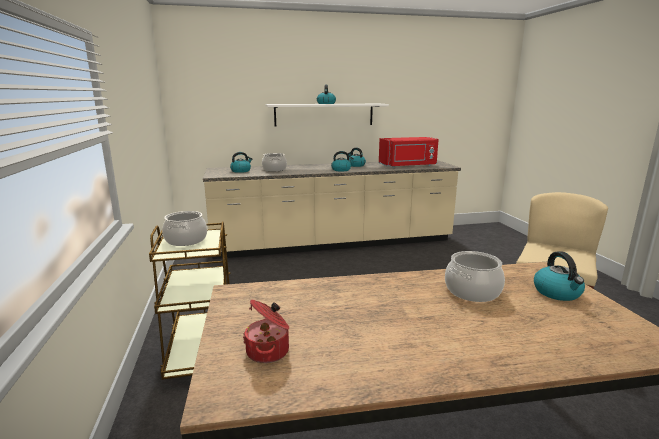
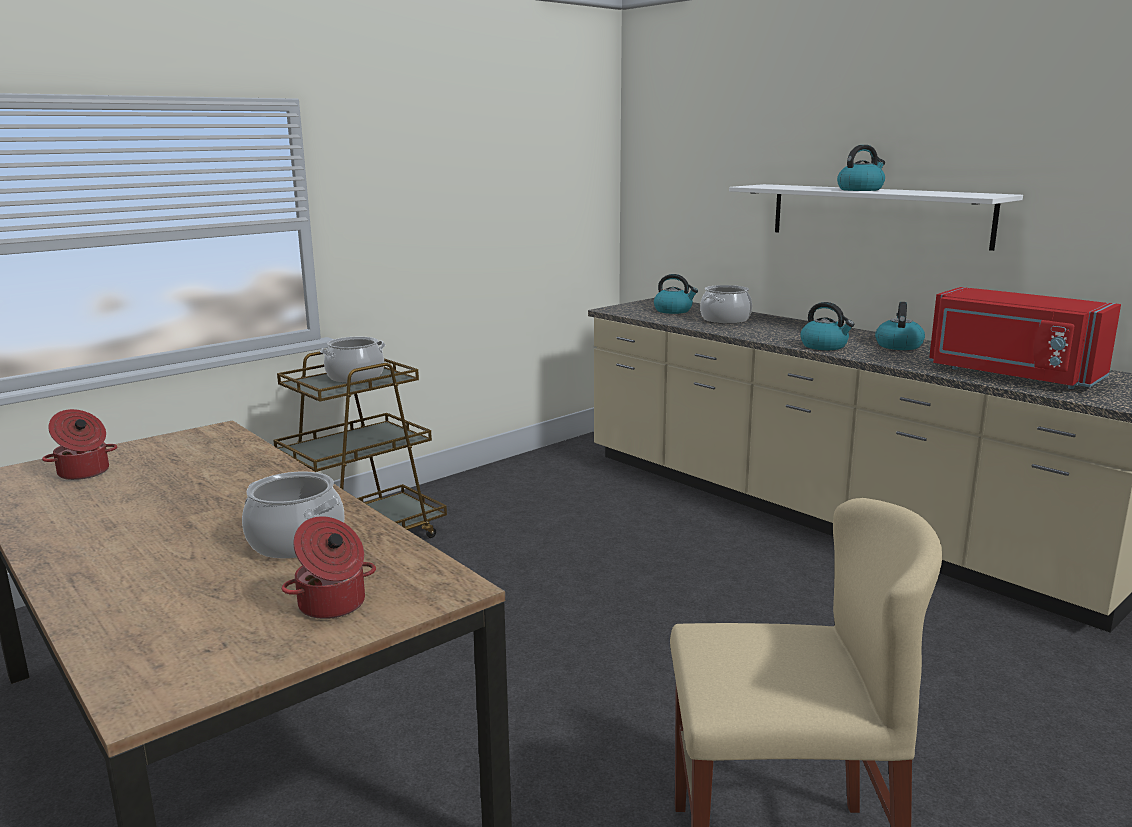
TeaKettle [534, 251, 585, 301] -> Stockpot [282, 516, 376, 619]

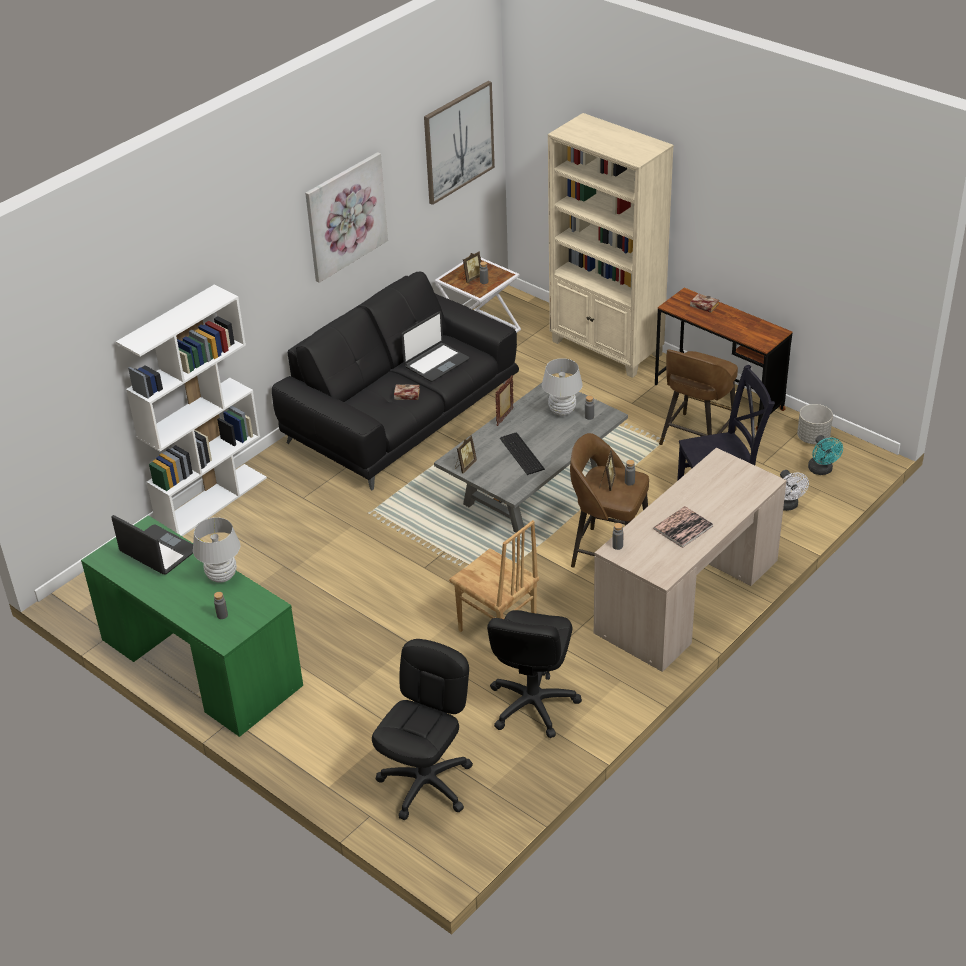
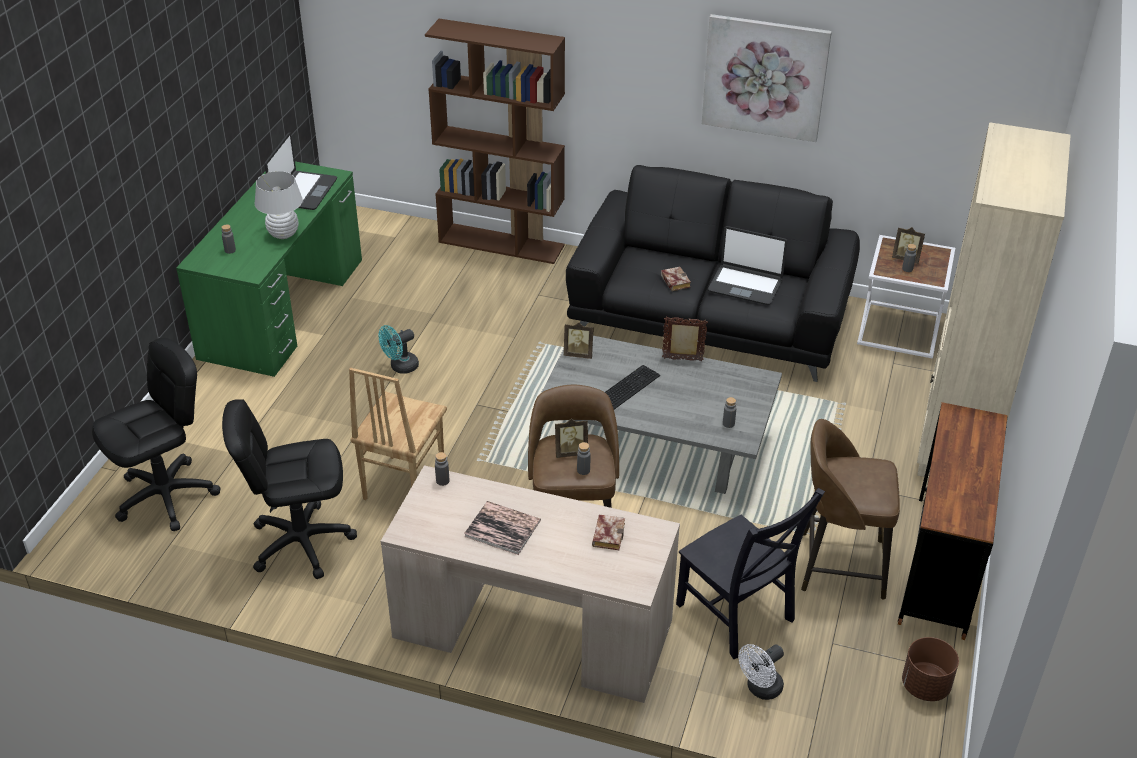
WhiteBookshelf [116, 284, 267, 536] -> BrownBookshelf [425, 19, 565, 264]
BlackDeskChair [372, 639, 473, 820] -> BlackDeskChair [92, 337, 220, 531], 45 degrees counterclockwise
WallPicture [424, 81, 495, 205] -> none
WhiteTabletopLamp [542, 358, 583, 416] -> none
BoundBook [690, 293, 719, 313] -> BoundBook [592, 515, 625, 550], move
GrayPlanter [797, 404, 833, 444] -> BrownPlanter [902, 637, 959, 701]
TurquoiseColouredCoolingFan [808, 435, 843, 475] -> TurquoiseColouredCoolingFan [378, 325, 419, 374], move

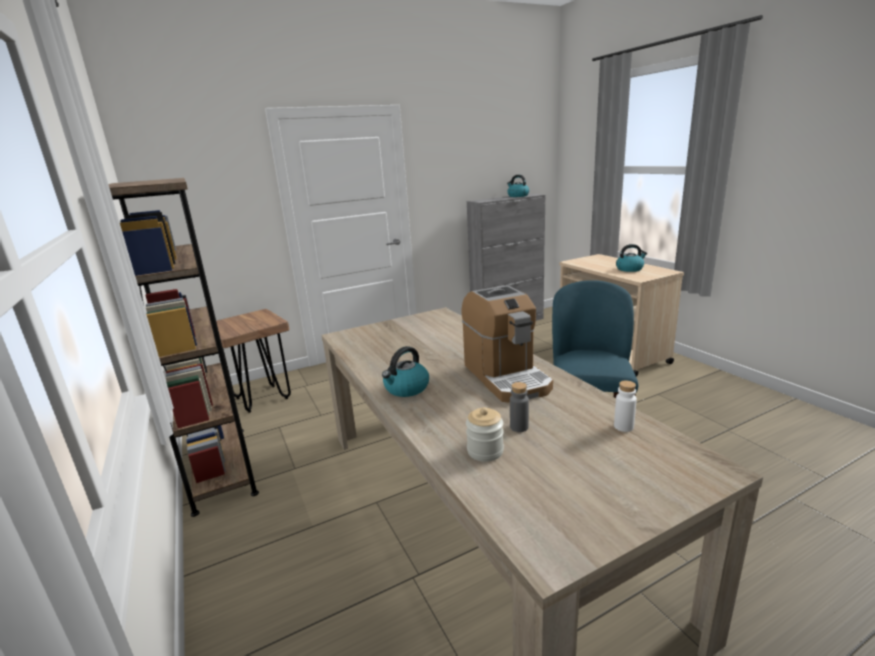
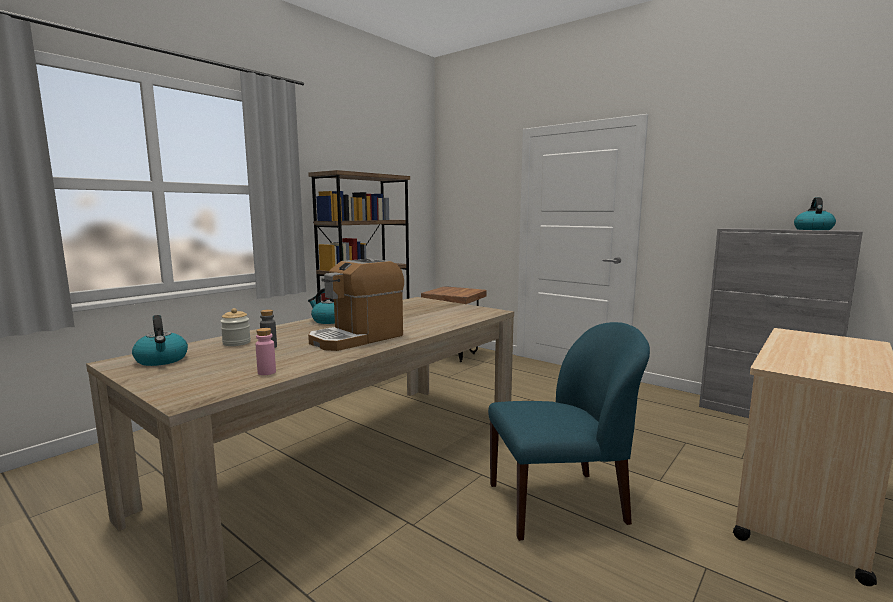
WhiteDrinkBottle [614, 381, 637, 432] -> PinkishDrinkBottle [256, 328, 276, 375]
TeaKettle [616, 244, 647, 272] -> TeaKettle [132, 315, 188, 366], move

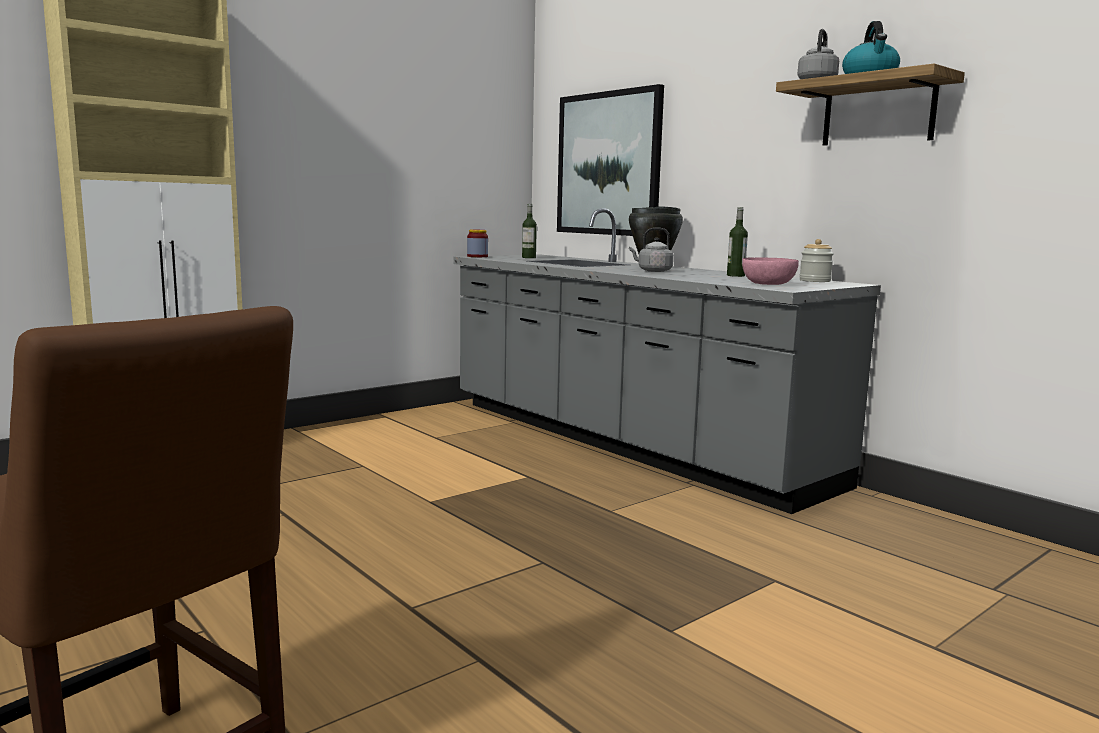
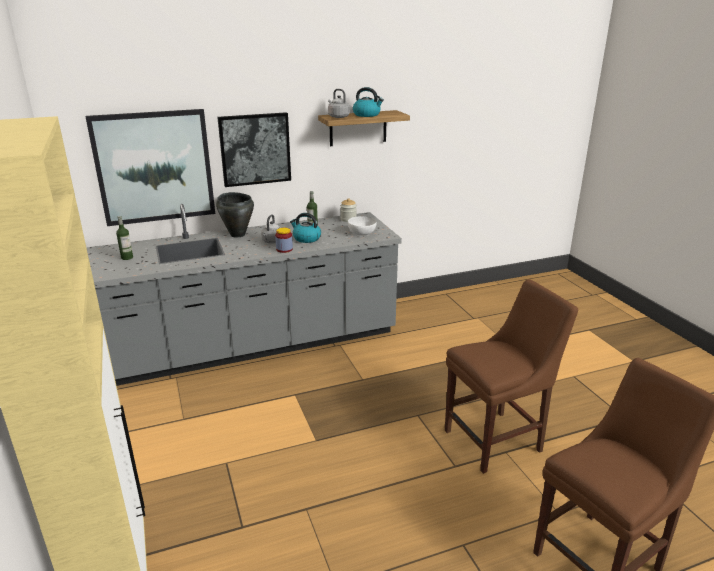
PreserveJar [467, 230, 488, 257] -> PreserveJar [275, 228, 293, 253], move
PinkishBowl [742, 257, 799, 285] -> WhiteBowl [348, 216, 377, 236]
none -> WallPicture [217, 112, 291, 187]
none -> TeaKettle [290, 213, 321, 243]
none -> BrownPlainChair [445, 279, 578, 474]

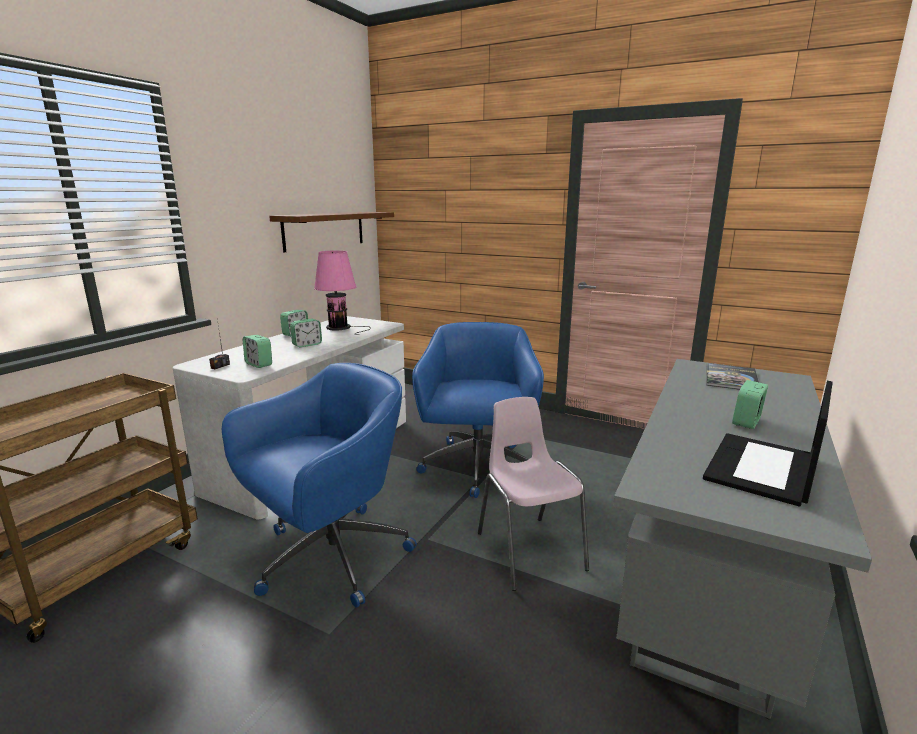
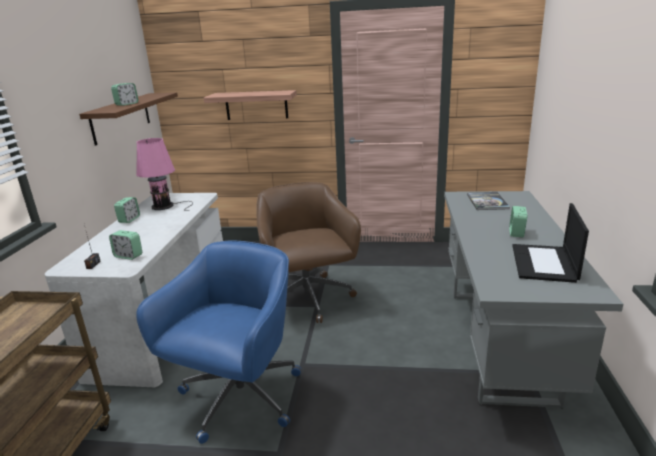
BedsideClock [290, 319, 322, 347] -> BedsideClock [111, 83, 138, 106], move
BlueDeskChair [412, 322, 544, 498] -> BrownDeskChair [257, 182, 361, 323]
PinkishPlainChair [478, 397, 589, 591] -> none
none -> BracketShelf [204, 90, 297, 120]

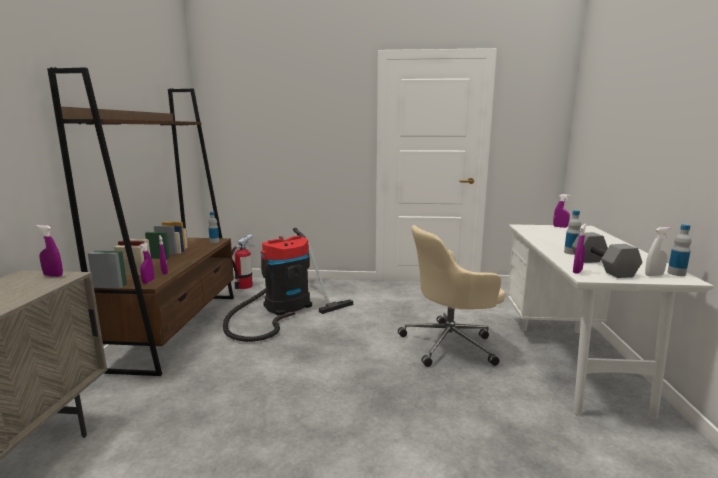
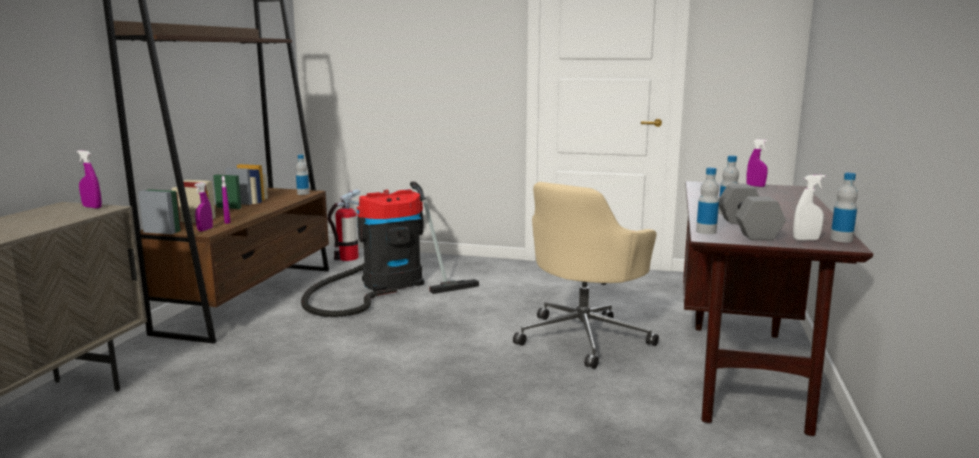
SandColouredDeskChair [398, 225, 505, 367] -> SandColouredDeskChair [513, 182, 659, 369], 45 degrees counterclockwise
WhiteDeskTable [507, 224, 714, 419] -> BrownDeskTable [683, 181, 873, 436]
PurpleSprayBottle [573, 224, 587, 274] -> DrinkBottle [696, 167, 719, 234]

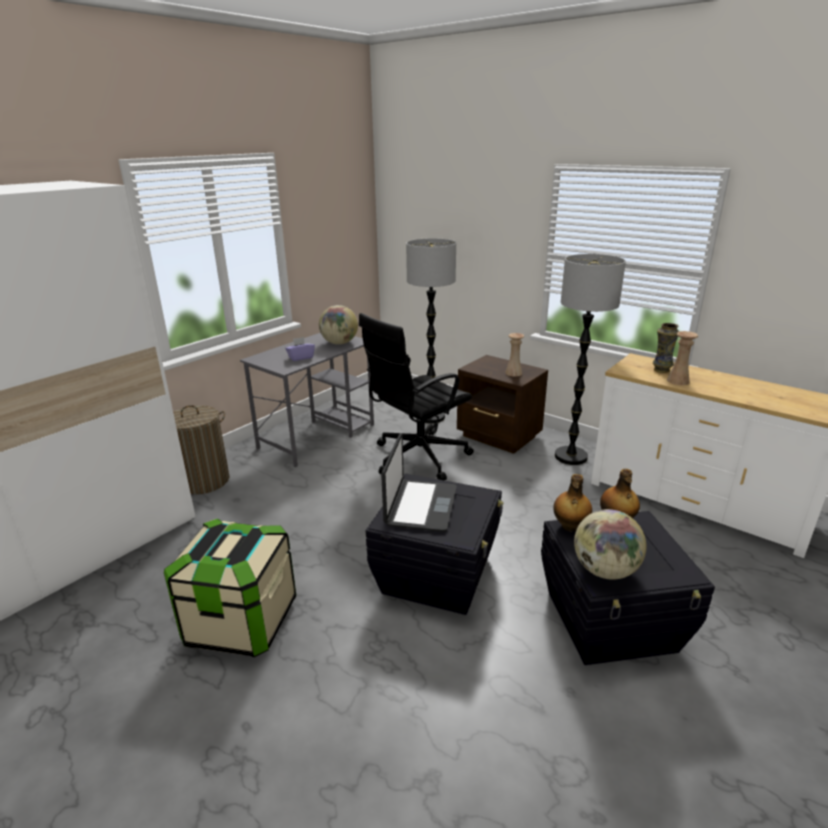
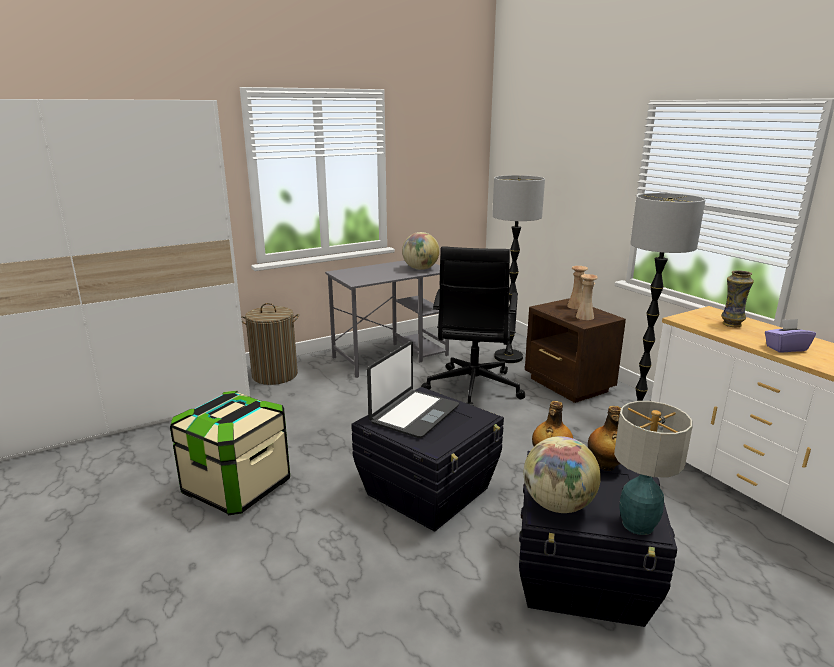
PurpleTissueHolder [286, 337, 315, 361] -> PurpleTissueHolder [765, 319, 816, 352], move
BlackDeskChair [359, 313, 474, 481] -> BlackDeskChair [421, 246, 525, 406], 60 degrees counterclockwise
SandColouredVase [667, 331, 698, 385] -> SandColouredVase [567, 266, 588, 309], move
none -> TabletopLamp [614, 401, 692, 535]

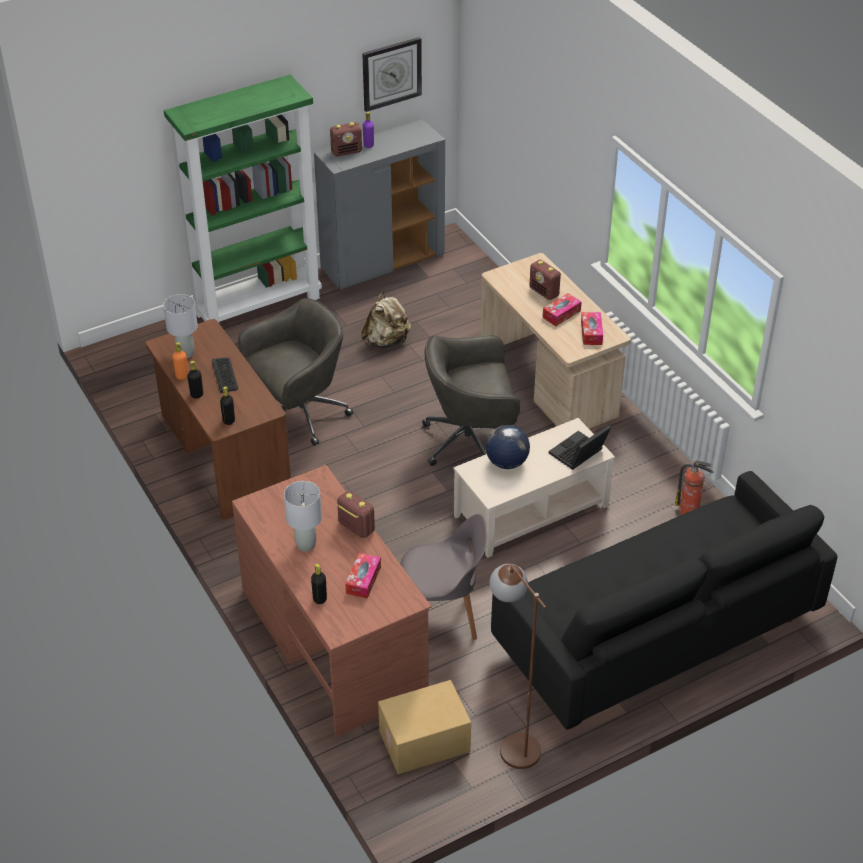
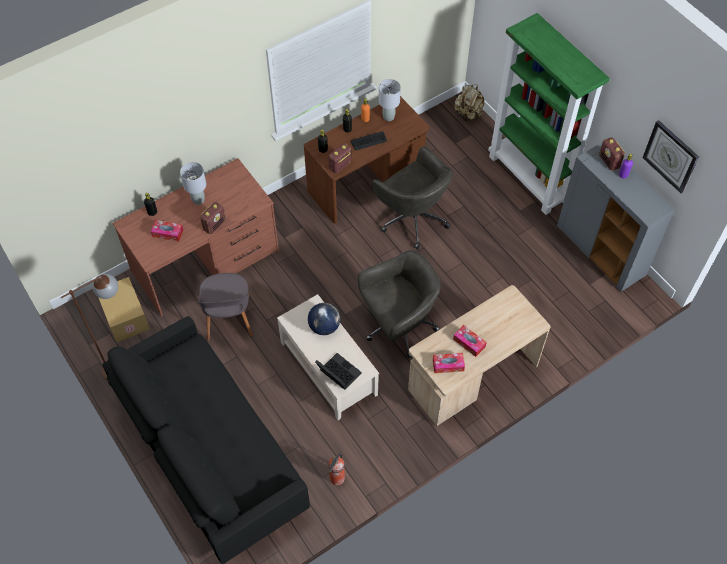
SandColouredBackpack [361, 292, 411, 348] -> SandColouredBackpack [454, 84, 484, 122], move
GrayDeskChair [422, 335, 520, 466] -> GrayDeskChair [358, 250, 440, 358], 75 degrees clockwise
Radio [529, 260, 561, 300] -> Radio [329, 143, 352, 173], move

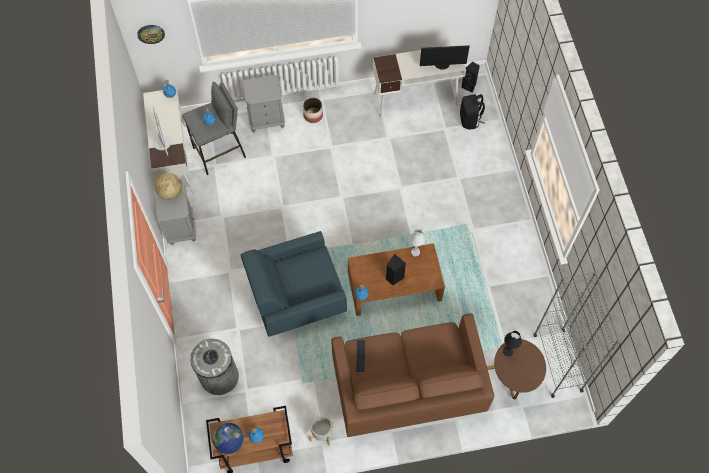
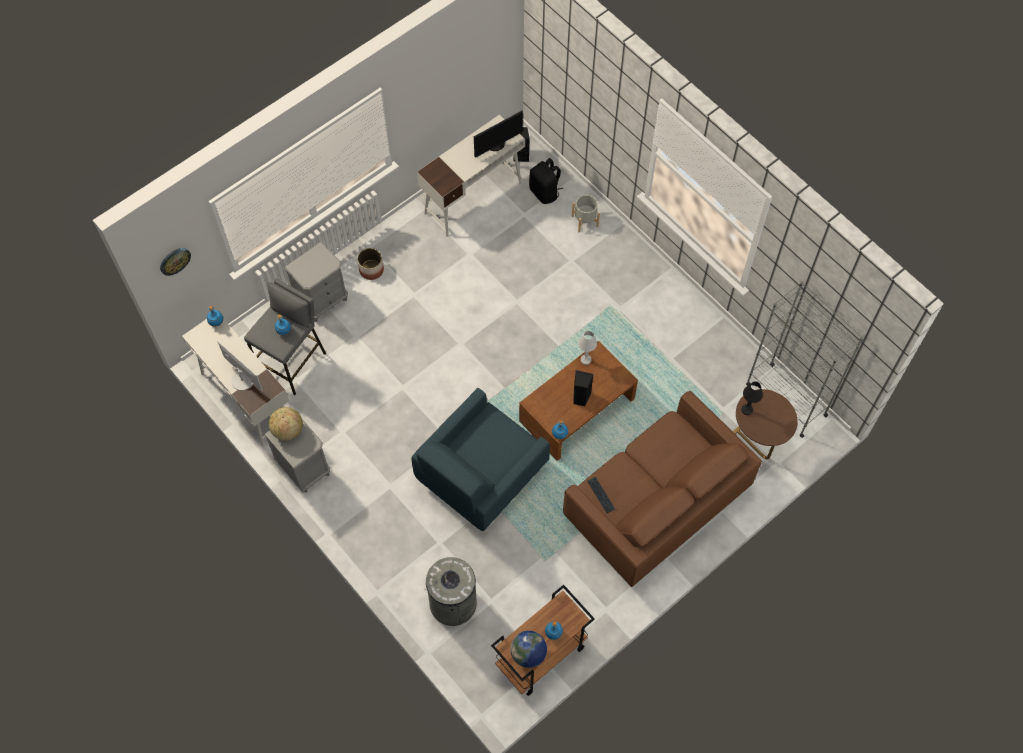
GrayPlanter [309, 415, 334, 446] -> GrayPlanter [572, 195, 600, 232], move

